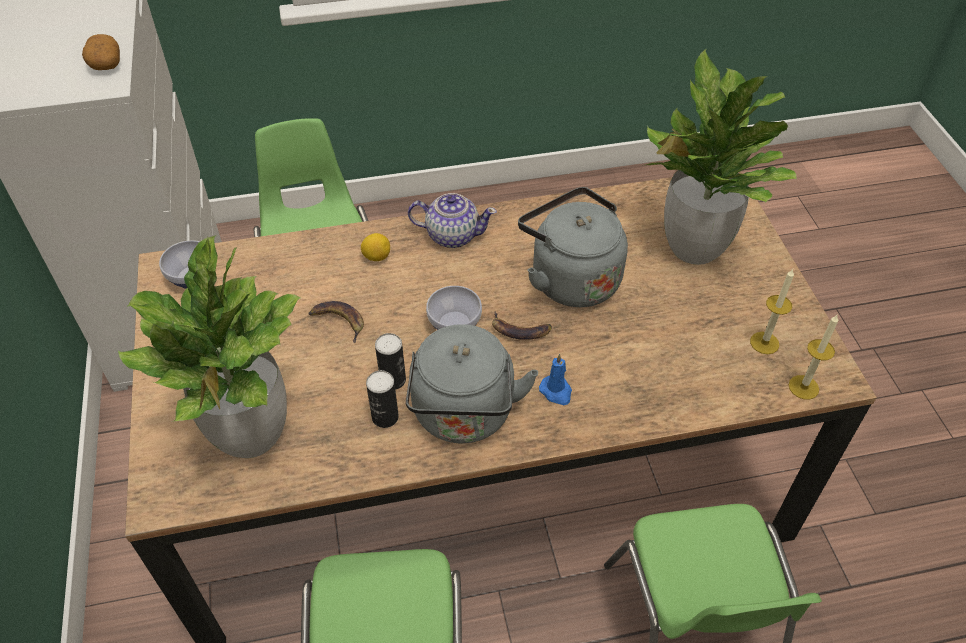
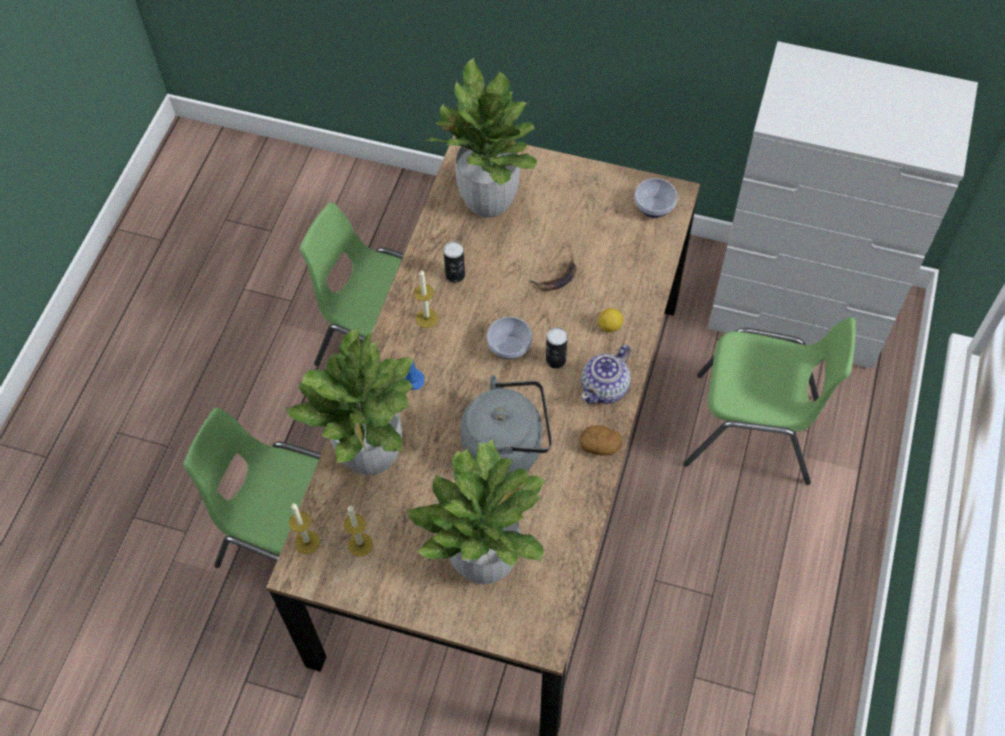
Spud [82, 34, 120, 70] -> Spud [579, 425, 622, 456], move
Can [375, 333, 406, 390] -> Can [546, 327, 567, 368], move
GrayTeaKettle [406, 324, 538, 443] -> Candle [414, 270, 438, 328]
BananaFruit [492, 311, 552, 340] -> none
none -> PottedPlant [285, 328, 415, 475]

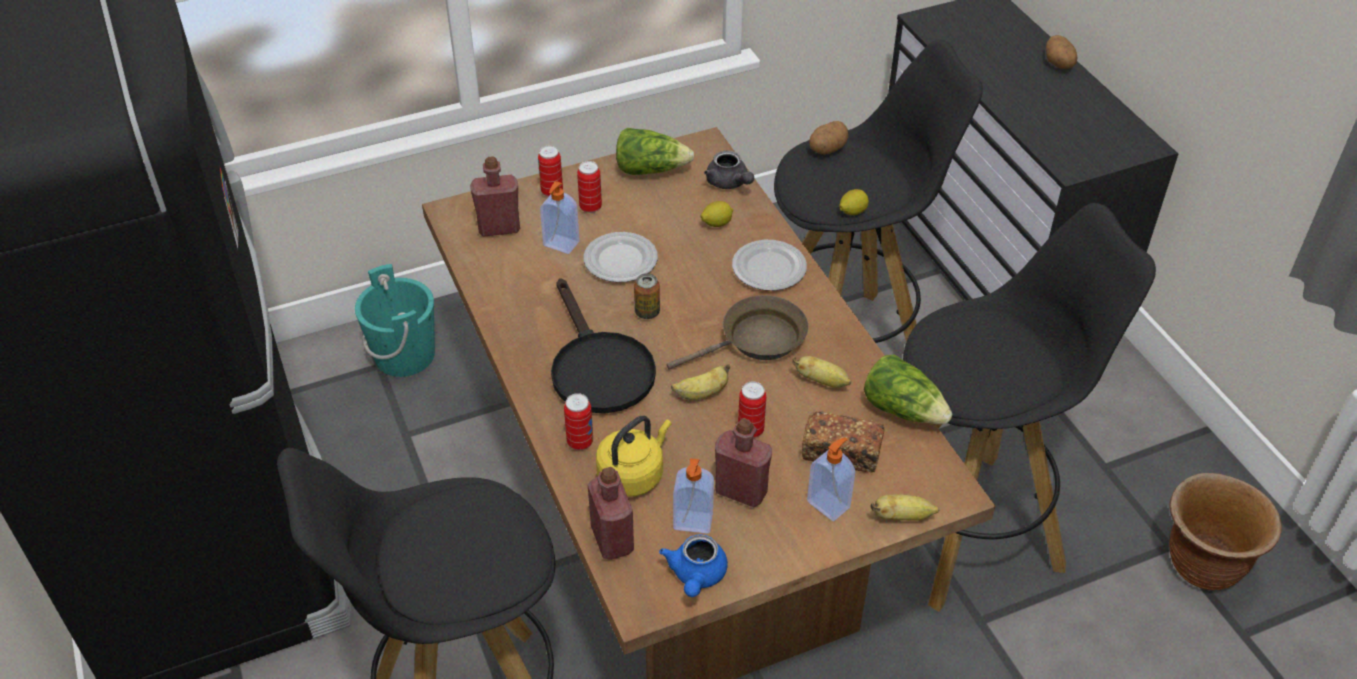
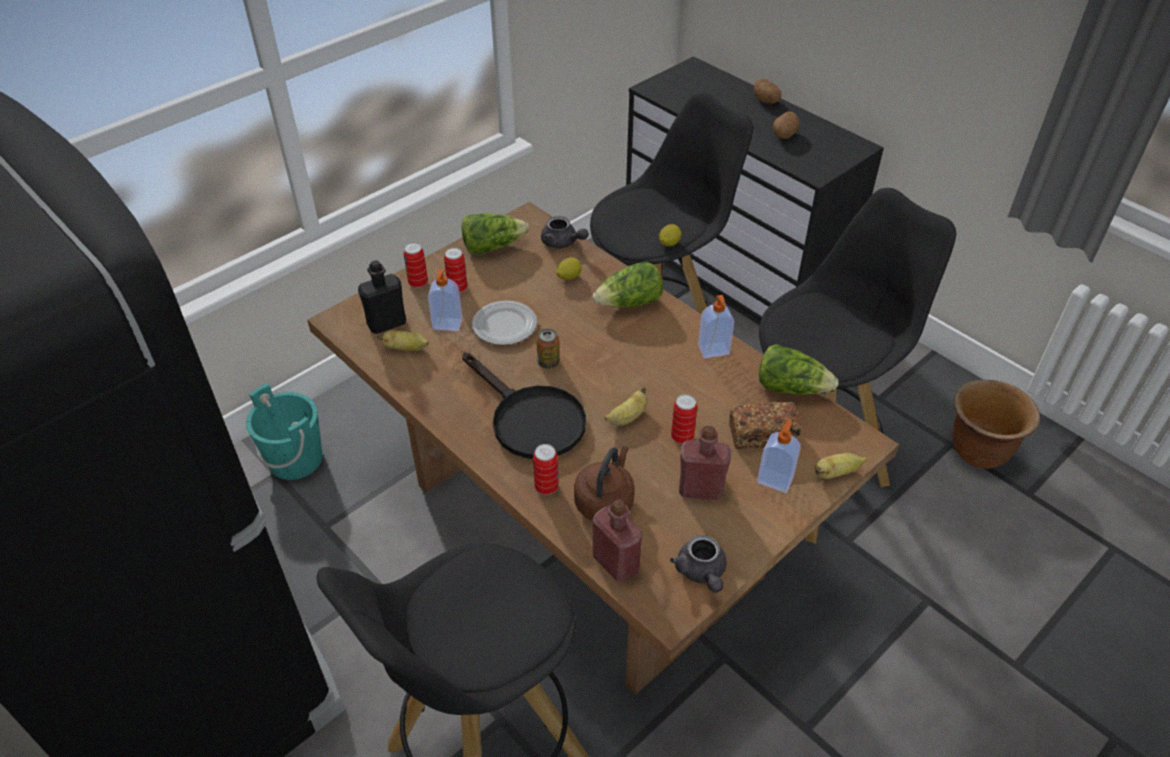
ReddishDrinkBottle [470, 156, 520, 236] -> BlackDrinkBottle [358, 260, 406, 334]
YellowishTeaKettle [596, 416, 671, 497] -> BrownTeaKettle [574, 446, 635, 521]
BlueTeaPot [659, 534, 728, 597] -> GrayTeaPot [670, 535, 727, 593]
BrownPan [667, 295, 808, 370] -> none
LiquidSoapBottle [673, 458, 714, 534] -> LiquidSoapBottle [698, 295, 734, 358], move
DinnerPlate [732, 240, 807, 291] -> LettuceHead [593, 262, 663, 307]
BananaFruit [792, 356, 851, 388] -> BananaFruit [377, 330, 429, 351], move
Spud [809, 121, 848, 155] -> Spud [773, 112, 800, 139], move

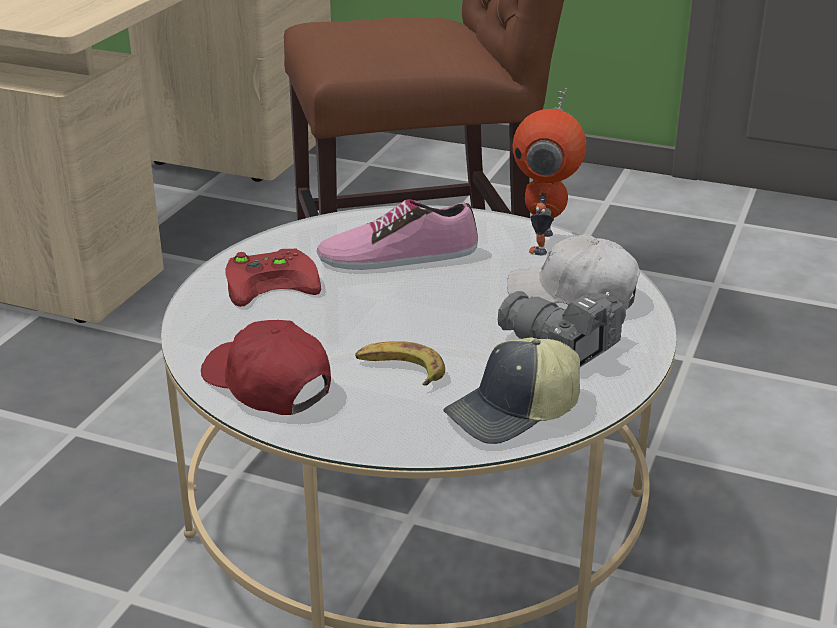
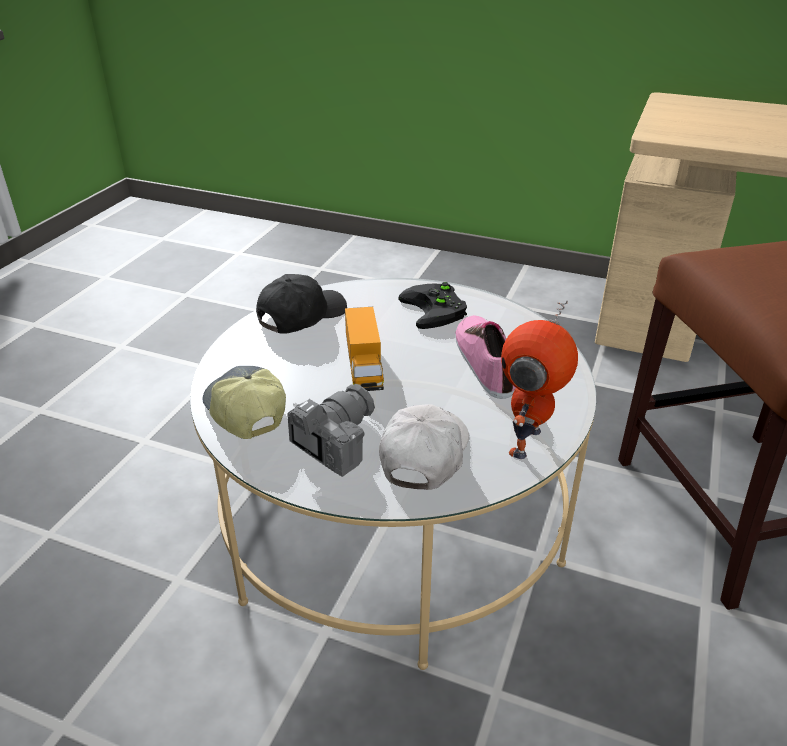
ReddishCap [201, 320, 331, 415] -> BlackCap [256, 274, 347, 334]
ReddishGameController [226, 249, 321, 307] -> BlackGameController [398, 282, 467, 329]
BananaFruit [355, 341, 445, 386] -> none
RobotFigure [512, 88, 586, 255] -> RobotFigure [501, 300, 578, 459], 75 degrees counterclockwise
none -> ModelTruck [345, 307, 384, 391]

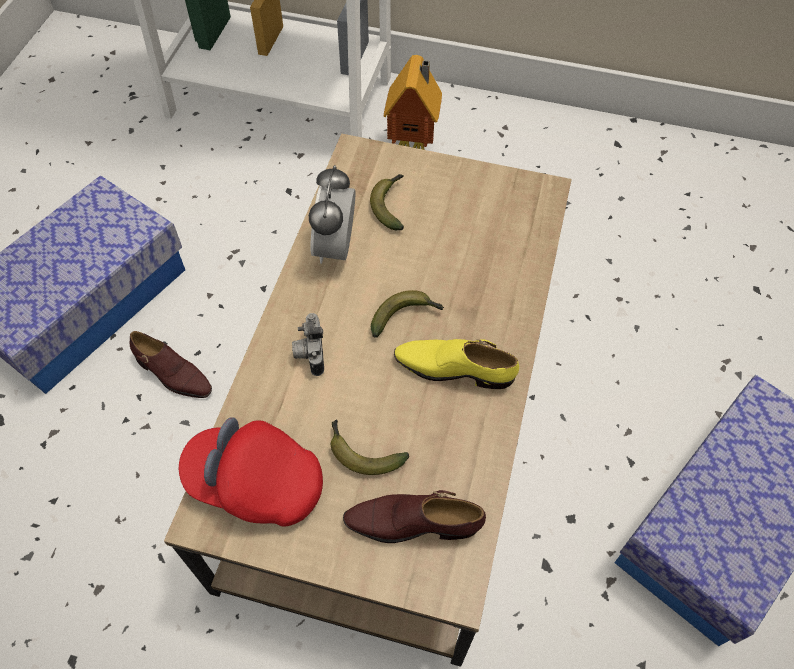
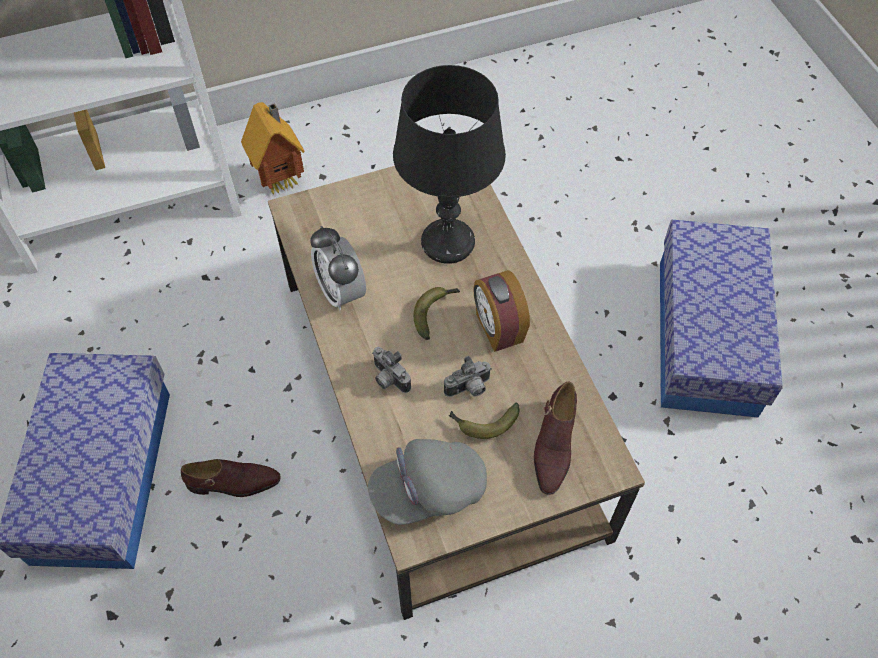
ReddishCap [179, 417, 323, 527] -> GrayCap [368, 439, 487, 525]
BrownLowShoe [343, 490, 486, 543] -> BrownLowShoe [534, 381, 577, 495], 45 degrees counterclockwise
BananaFruit [370, 174, 404, 230] -> none
YellowishLowShoe [394, 339, 519, 389] -> BedsideClock [473, 270, 530, 352]
none -> BlackTabletopLamp [393, 65, 506, 264]
none -> PhotoCamera [444, 356, 492, 397]

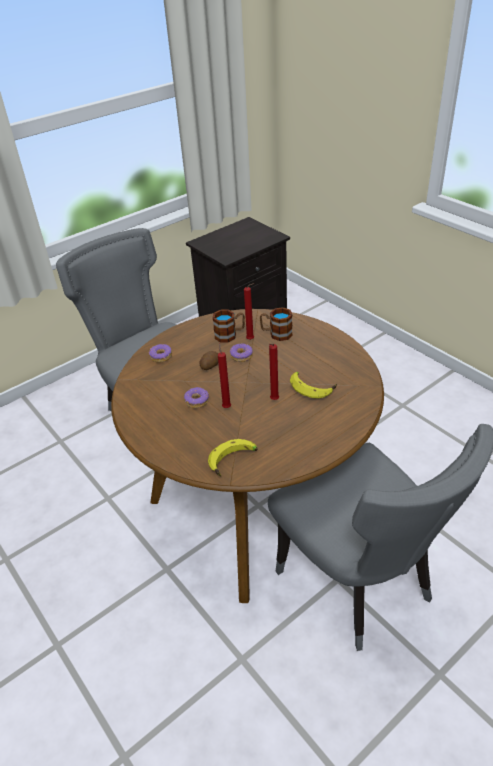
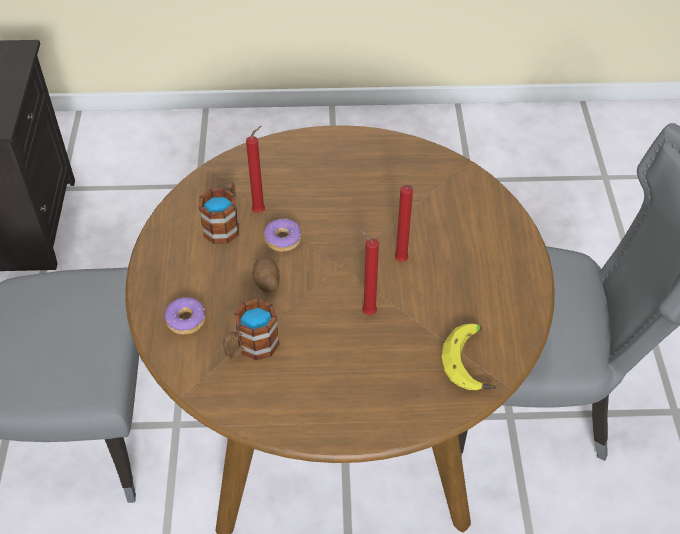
Doughnut [184, 387, 209, 408] -> none
CoffeeMug [260, 307, 293, 341] -> CoffeeMug [222, 298, 280, 360], move
BananaFruit [290, 372, 337, 399] -> none

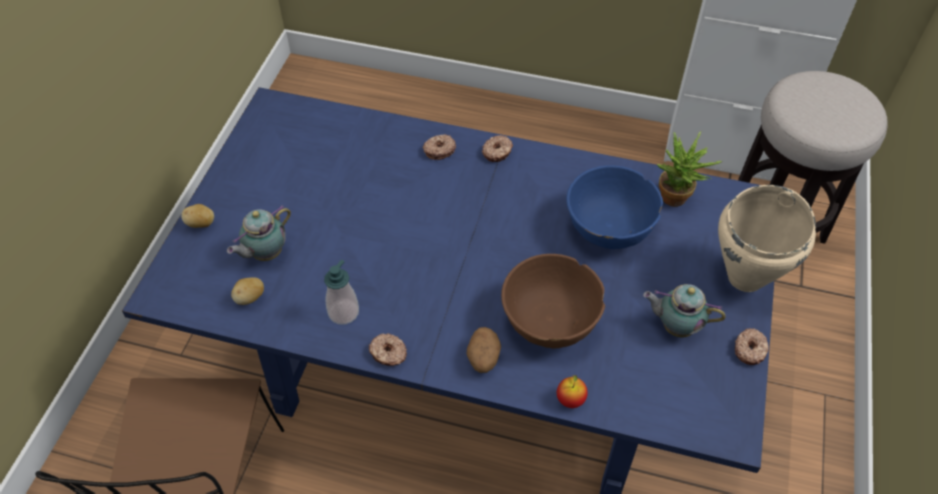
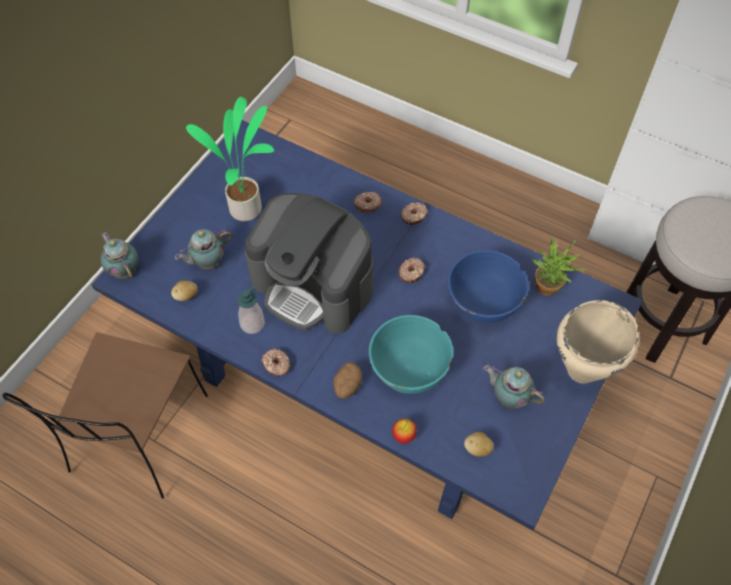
Spud [181, 204, 214, 228] -> Spud [464, 432, 494, 457], move
BrownBowl [501, 254, 605, 348] -> TurquoiseColouredBowl [369, 315, 454, 394]
Doughnut [735, 328, 769, 365] -> Doughnut [398, 257, 425, 283], move
none -> TeaPot [101, 232, 139, 279]
none -> PottedPlant [186, 97, 274, 221]
none -> CoffeeMachine [245, 193, 373, 334]

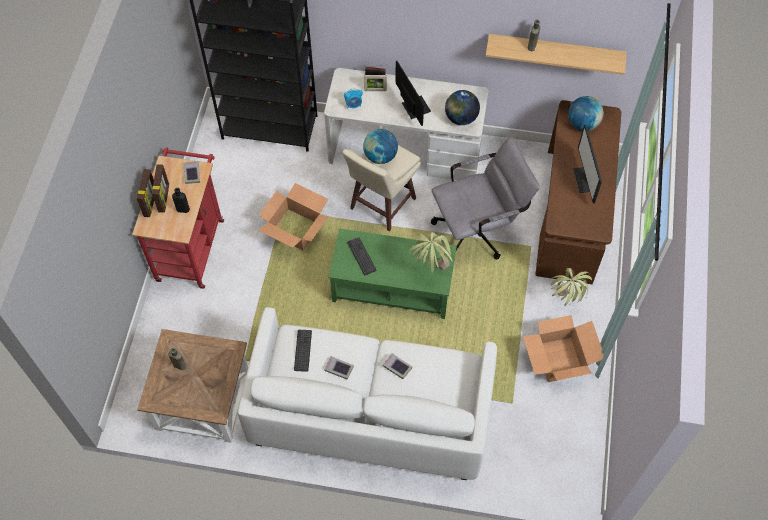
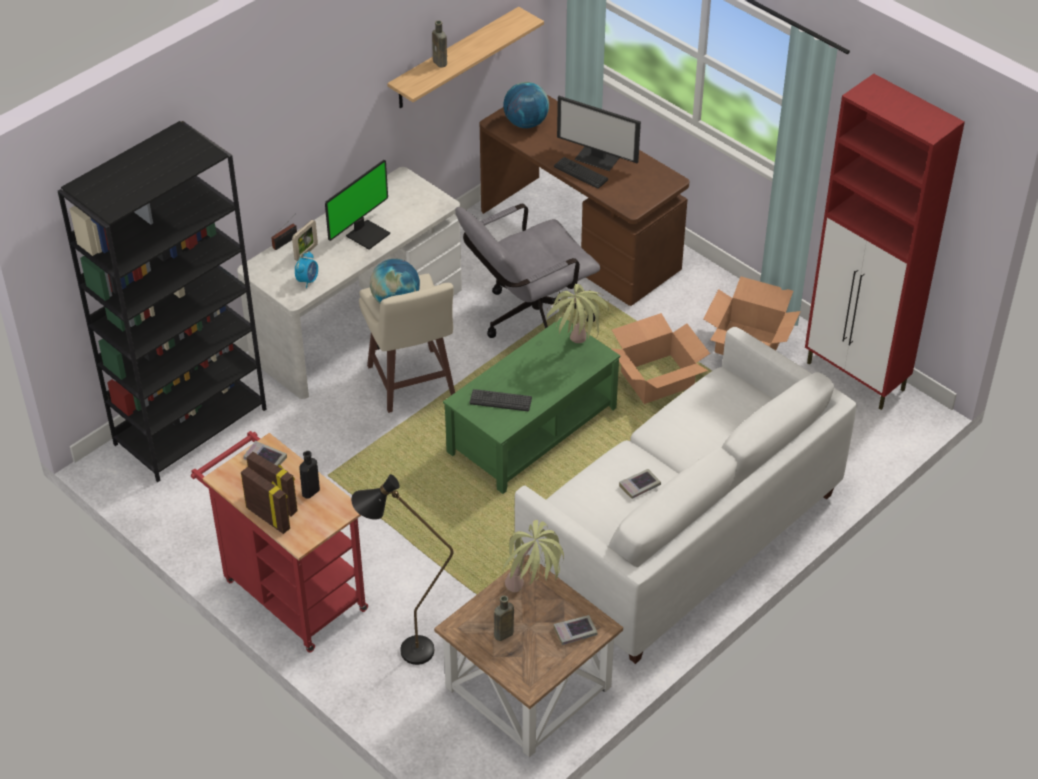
Carton [259, 183, 329, 251] -> Carton [610, 313, 710, 404], move
PcKeyboard [294, 330, 312, 372] -> PcKeyboard [554, 157, 608, 189], move
BoundBook [383, 353, 412, 379] -> BoundBook [554, 615, 598, 645], move
ComputerScreen [395, 61, 431, 126] -> ComputerScreen [325, 160, 390, 250], 120 degrees clockwise
GrayDeskChair [431, 136, 540, 261] -> GrayDeskChair [455, 204, 600, 338], 135 degrees counterclockwise
Globe [445, 90, 480, 125] -> none
PottedPlant [550, 268, 592, 306] -> PottedPlant [503, 520, 564, 592], move
none -> BlackFloorLamp [351, 474, 454, 665]
none -> ReddishCabinet [805, 74, 965, 410]

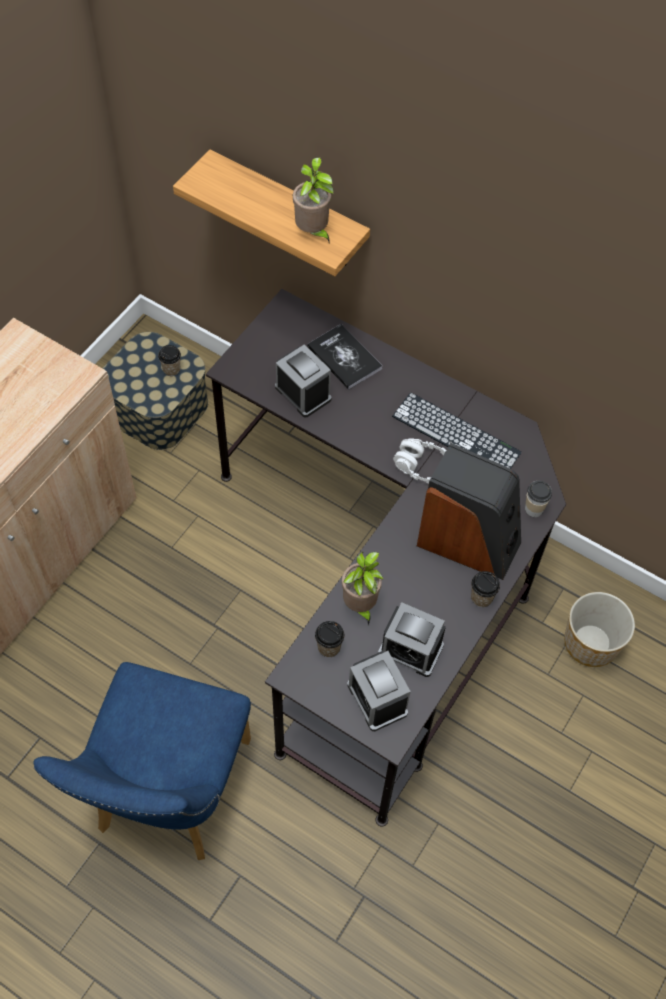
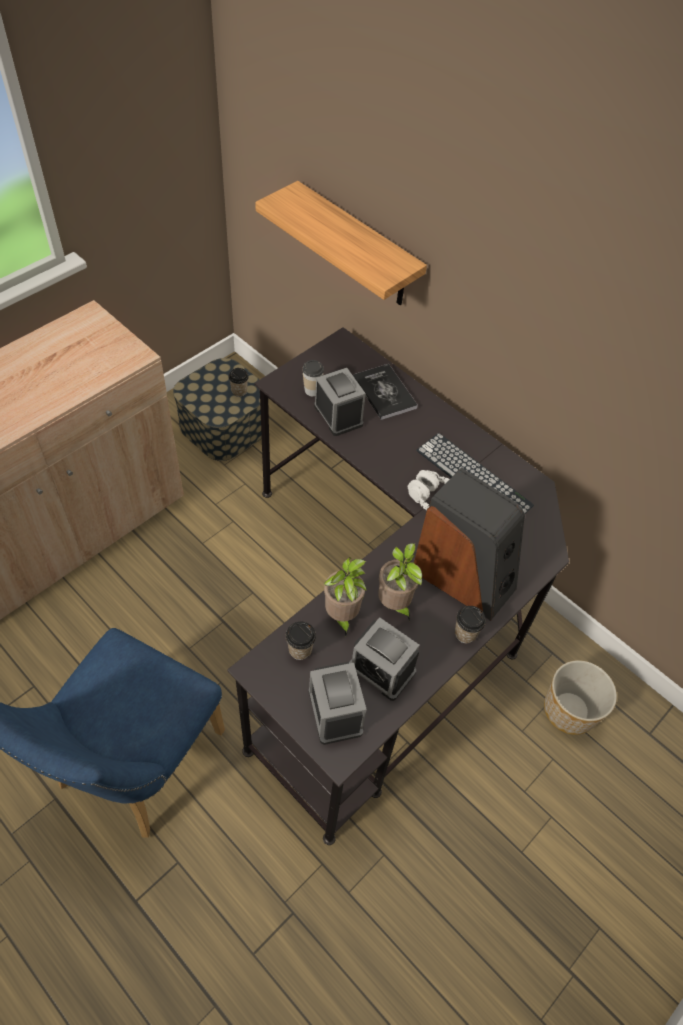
PottedPlant [293, 157, 334, 244] -> PottedPlant [378, 543, 422, 621], move
Cup [525, 481, 552, 517] -> Cup [302, 360, 324, 396], move

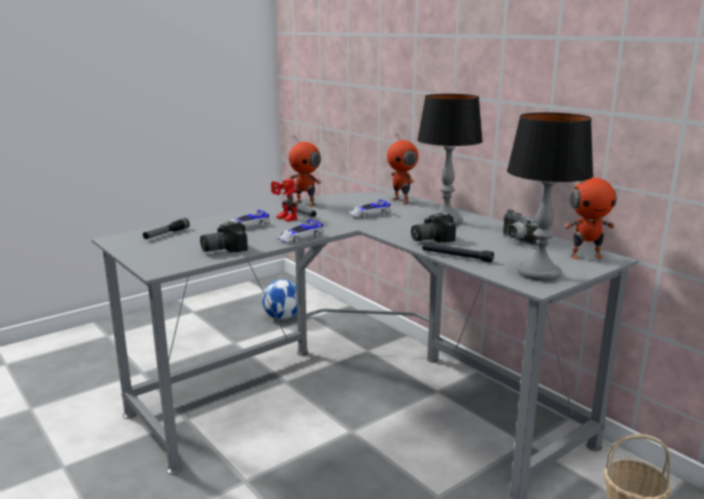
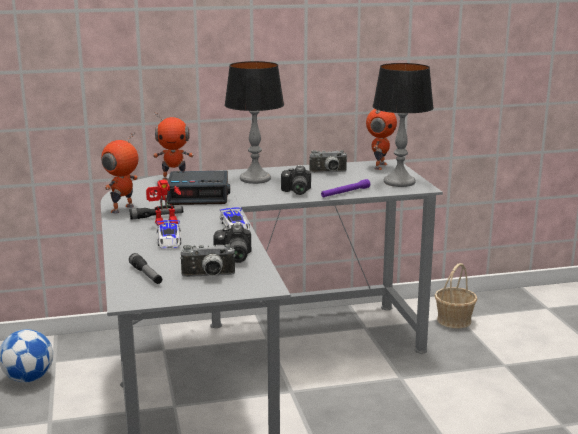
RobotFigure [289, 135, 322, 206] -> RobotFigure [101, 132, 139, 214], 150 degrees clockwise
ModelCar [349, 199, 391, 218] -> BedsideClock [167, 171, 230, 205]
BlackFlashlight [422, 243, 494, 263] -> PurpleFlashlight [321, 179, 370, 197]
none -> PhotoCamera [180, 244, 236, 277]

